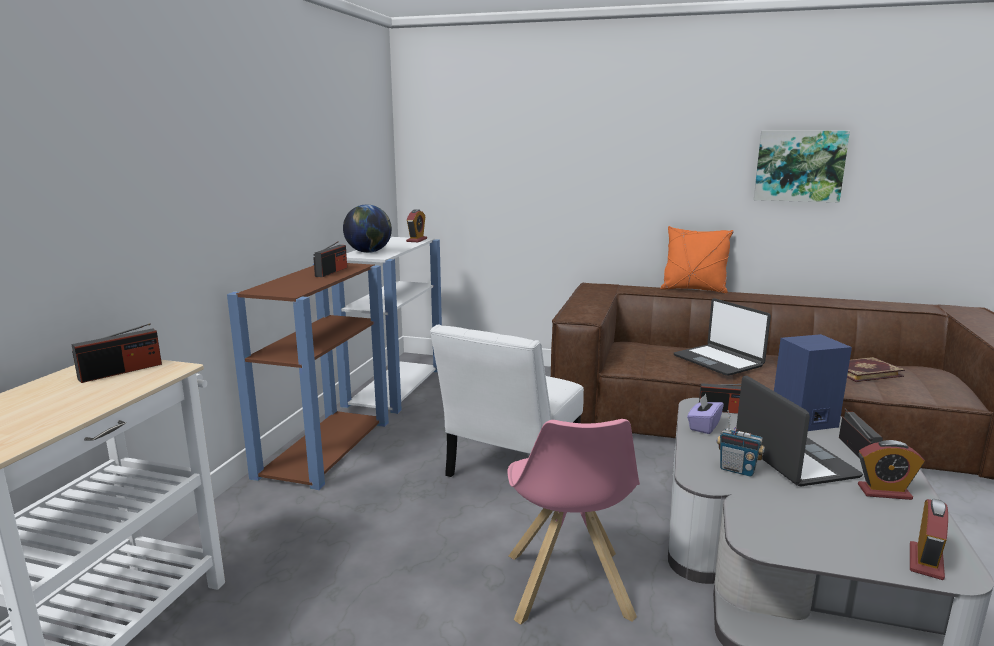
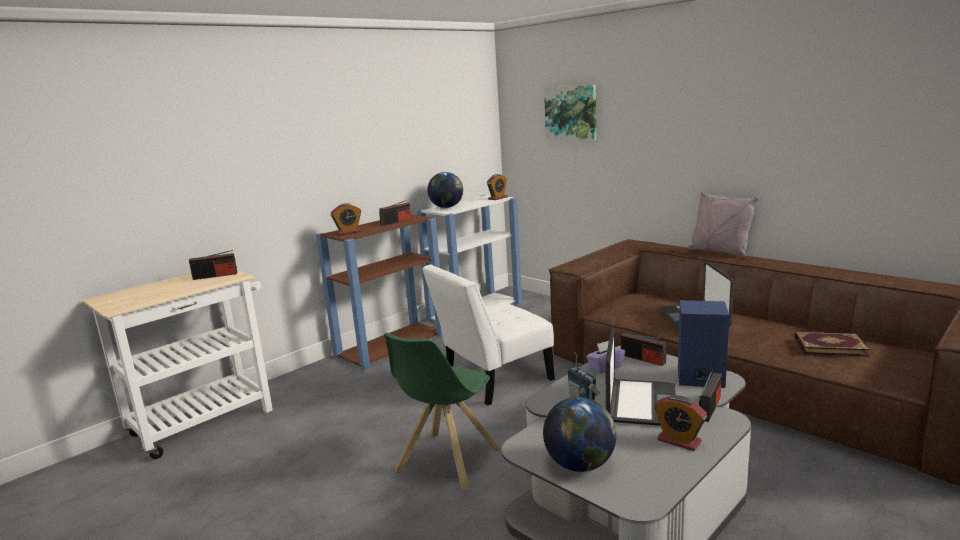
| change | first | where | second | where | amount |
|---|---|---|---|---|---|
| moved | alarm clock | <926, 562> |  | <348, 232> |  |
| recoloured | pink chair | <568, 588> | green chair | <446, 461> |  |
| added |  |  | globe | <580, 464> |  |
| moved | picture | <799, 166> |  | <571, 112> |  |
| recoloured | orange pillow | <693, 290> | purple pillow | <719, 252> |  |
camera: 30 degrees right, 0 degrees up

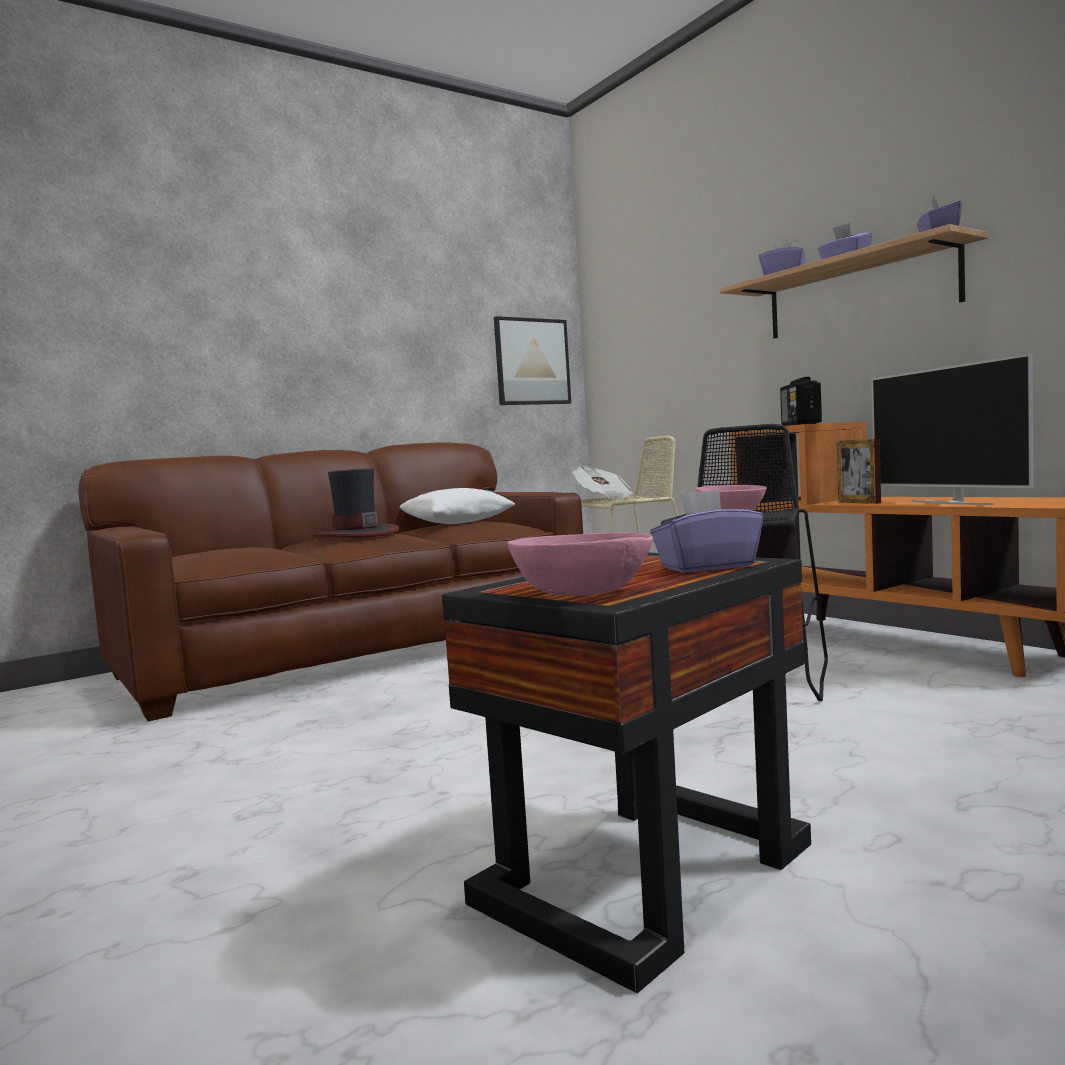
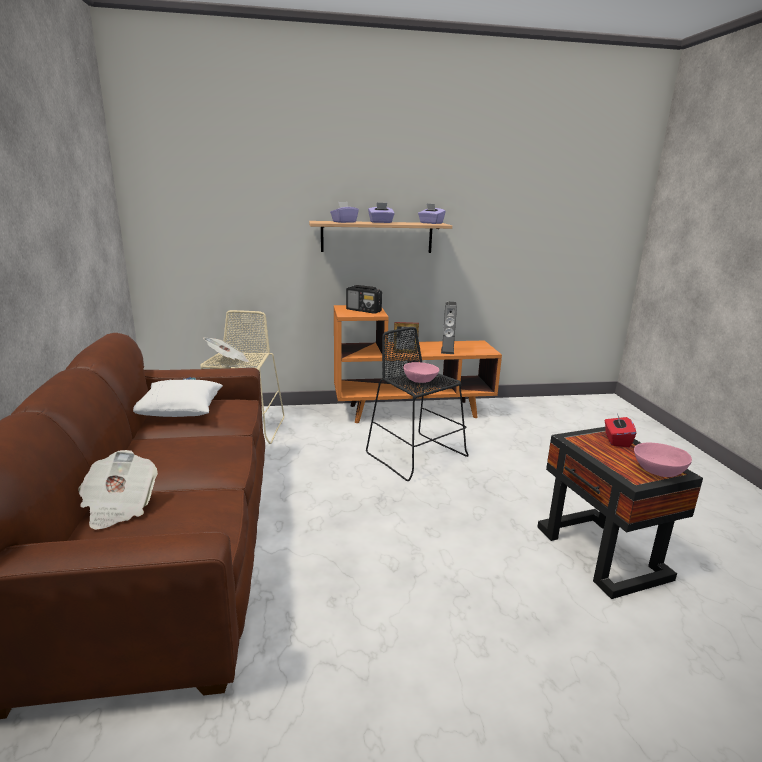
| change | first | where | second | where | amount |
|---|---|---|---|---|---|
| added |  |  | newspaper | <119, 506> |  |
| replaced | television | <951, 503> | speaker | <447, 351> |  |
| recoloured | purple tissue box | <707, 567> | red tissue box | <616, 440> |  |
| removed | hat | <356, 535> |  |  |  |
| removed | picture | <532, 361> |  |  |  |
camera: 65 degrees left, 15 degrees up

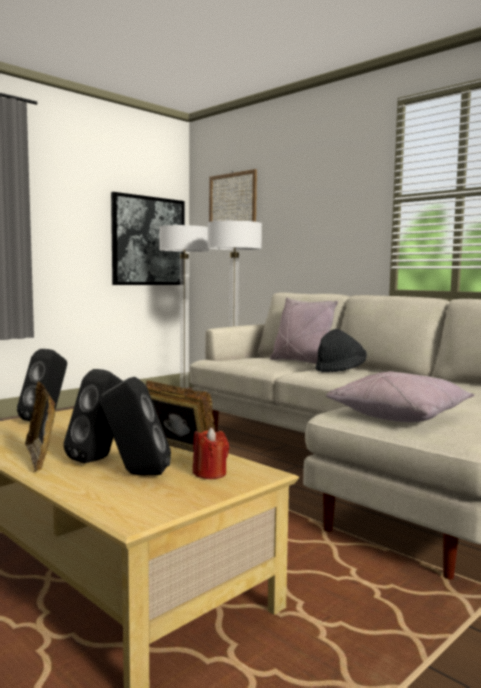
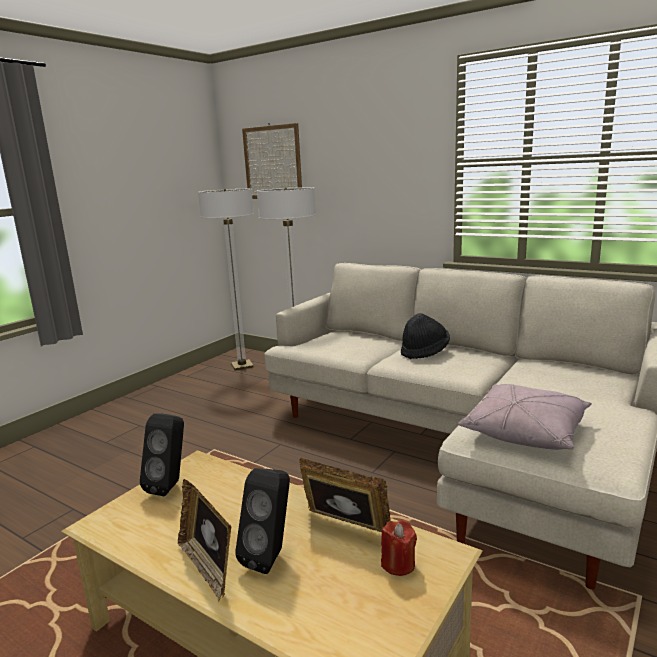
| change | first | where | second | where | amount |
|---|---|---|---|---|---|
| removed | black speaker | <135, 474> |  |  |  |
| removed | picture | <148, 241> |  |  |  |
| removed | purple pillow | <300, 362> |  |  |  |
camera: 10 degrees left, 10 degrees up

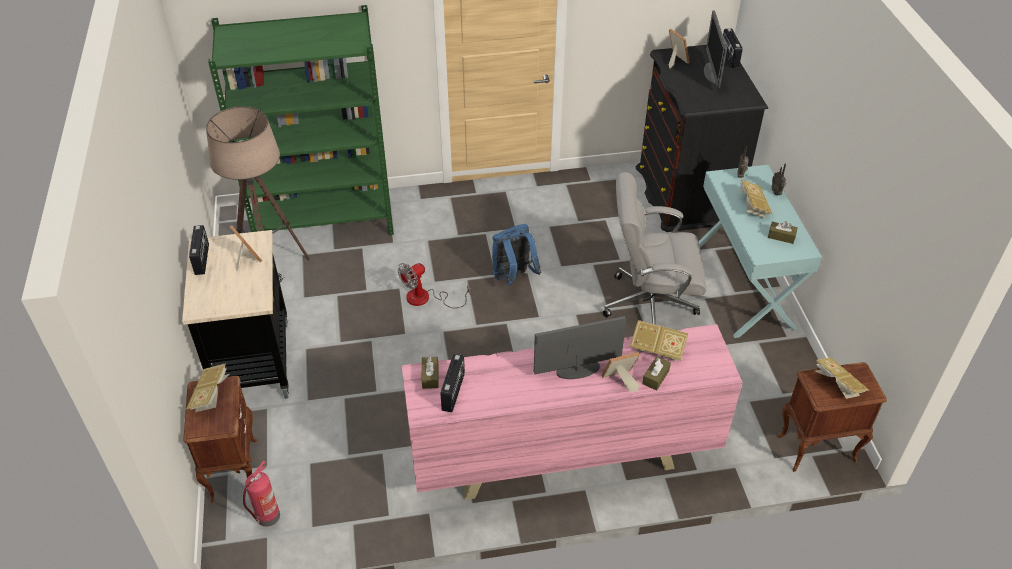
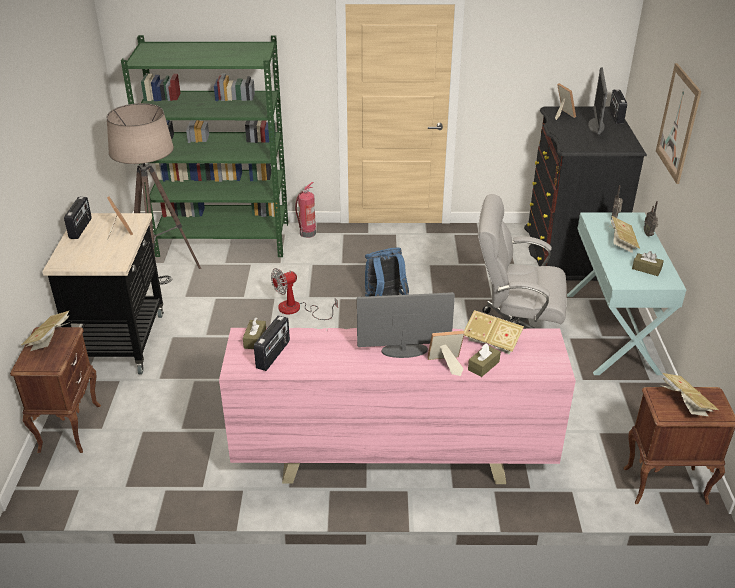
| change | first | where | second | where | amount |
|---|---|---|---|---|---|
| moved | fire extinguisher | <267, 517> |  | <307, 234> |  |
| added |  |  | picture | <678, 123> |  |
camera: 10 degrees right, 10 degrees down

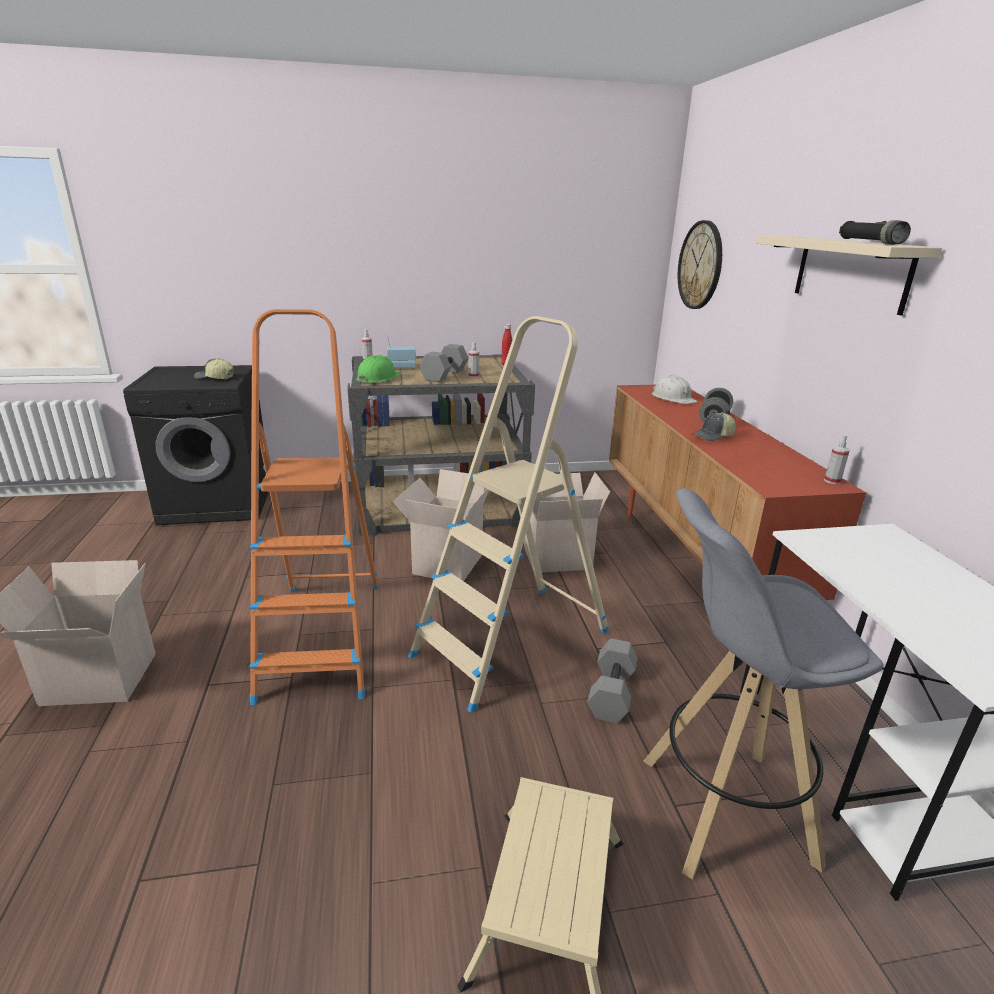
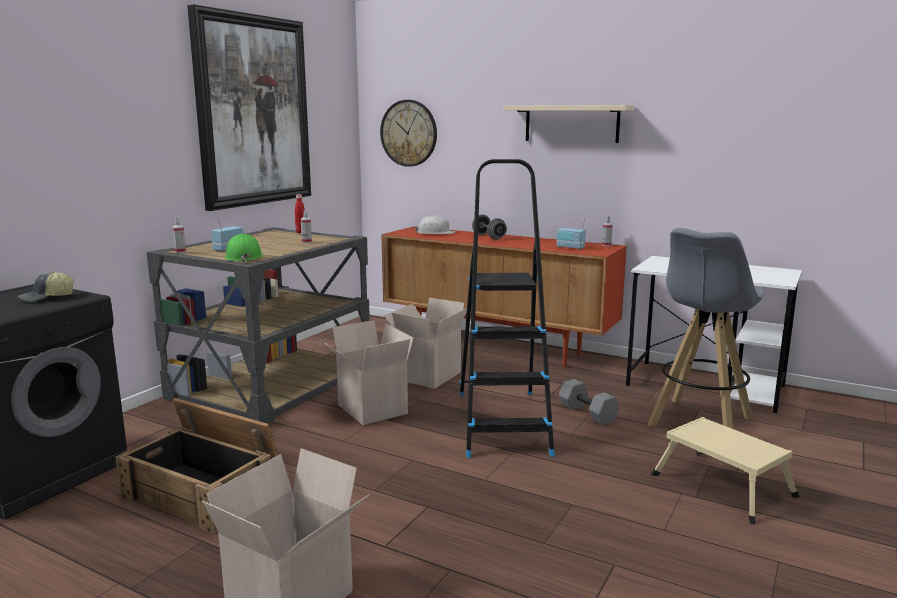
| change | first | where | second | where | amount |
|---|---|---|---|---|---|
| added |  |  | crate | <207, 490> |  |
| added |  |  | picture | <253, 111> |  |
| recoloured | beige step ladder | <511, 643> | black step ladder | <502, 422> |  |
| added |  |  | radio | <570, 247> |  |
| removed | orange step ladder | <323, 637> |  |  |  |
| removed | grey dumbbell | <445, 375> |  |  |  |
| removed | cap | <713, 437> |  |  |  |
| removed | black flashlight | <870, 243> |  |  |  |
camera: 50 degrees left, 10 degrees down

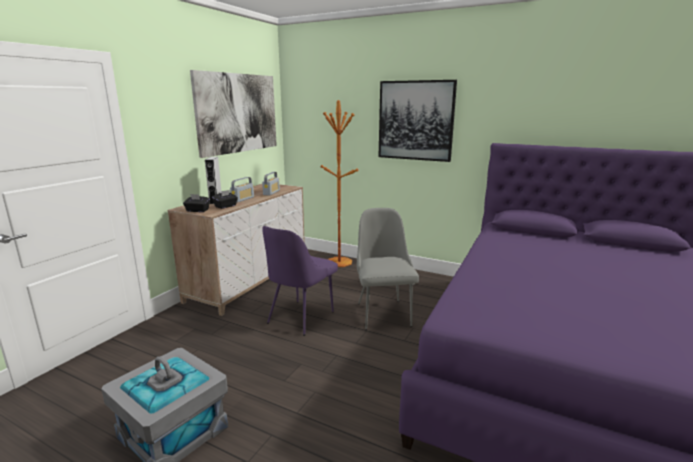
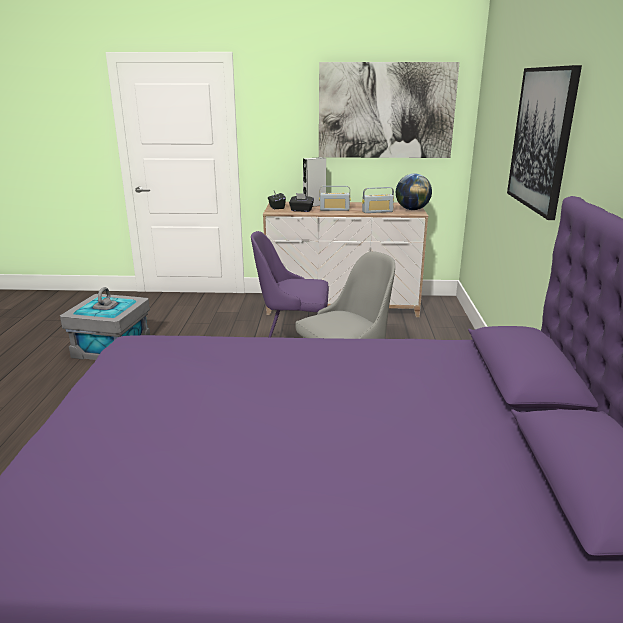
| change | first | where | second | where | amount |
|---|---|---|---|---|---|
| added |  |  | globe | <412, 209> |  |
| removed | orange clothes rack | <339, 262> |  |  |  |
camera: 65 degrees right, 5 degrees up

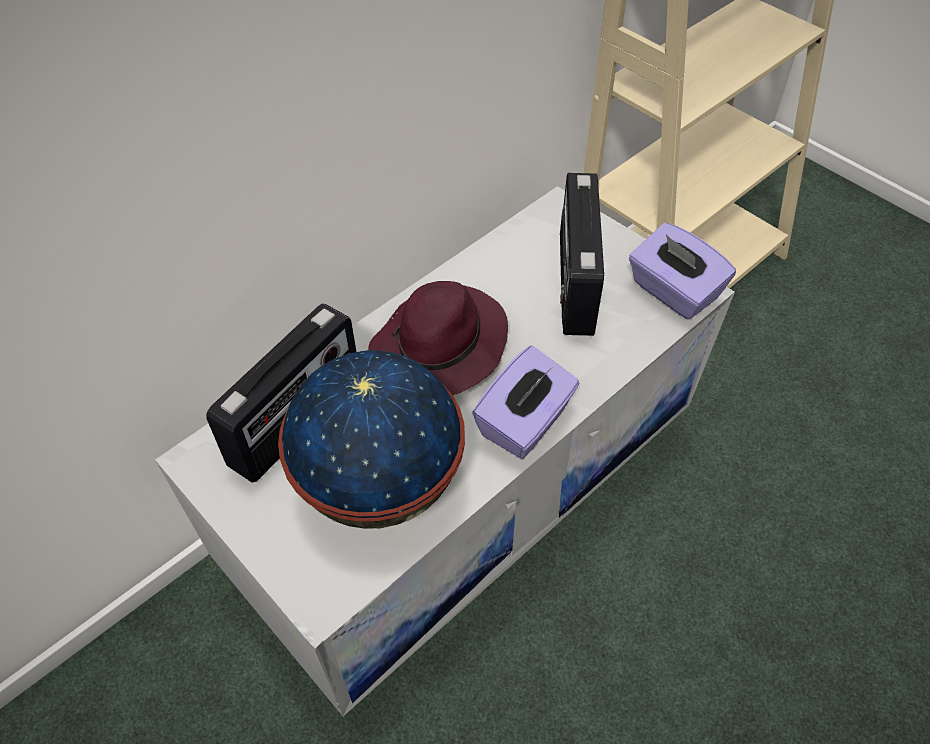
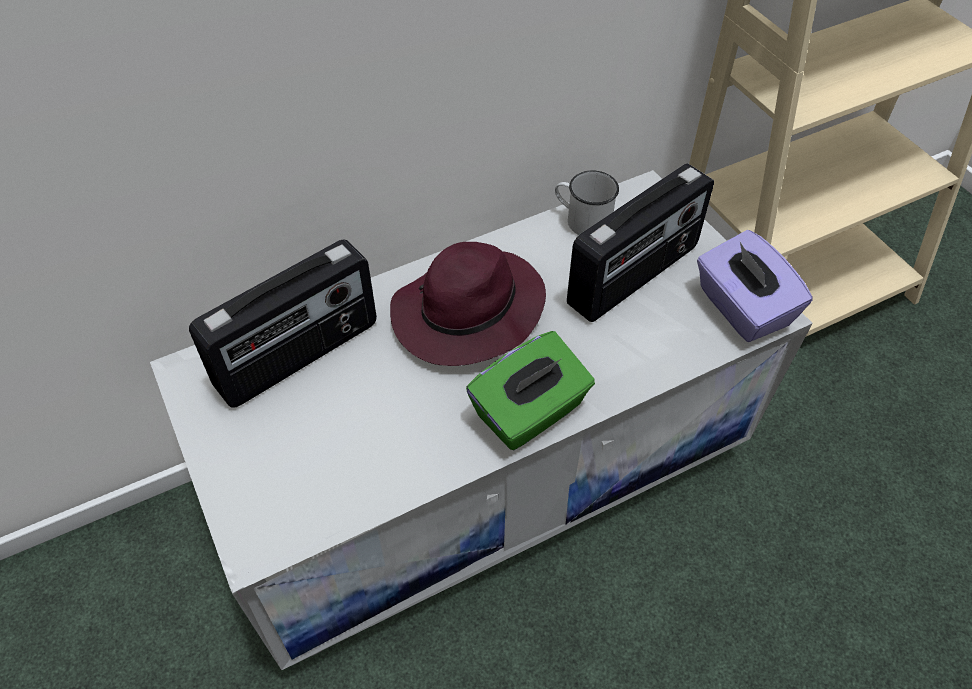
| change | first | where | second | where | amount |
|---|---|---|---|---|---|
| recoloured | purple tissue box | <525, 422> | green tissue box | <530, 412> |  |
| added |  |  | white mug | <582, 220> |  |
| turned | radio | <574, 283> |  | <634, 276> | 150 degrees counterclockwise |
| removed | globe | <379, 483> |  |  |  |
camera: 15 degrees right, 0 degrees up

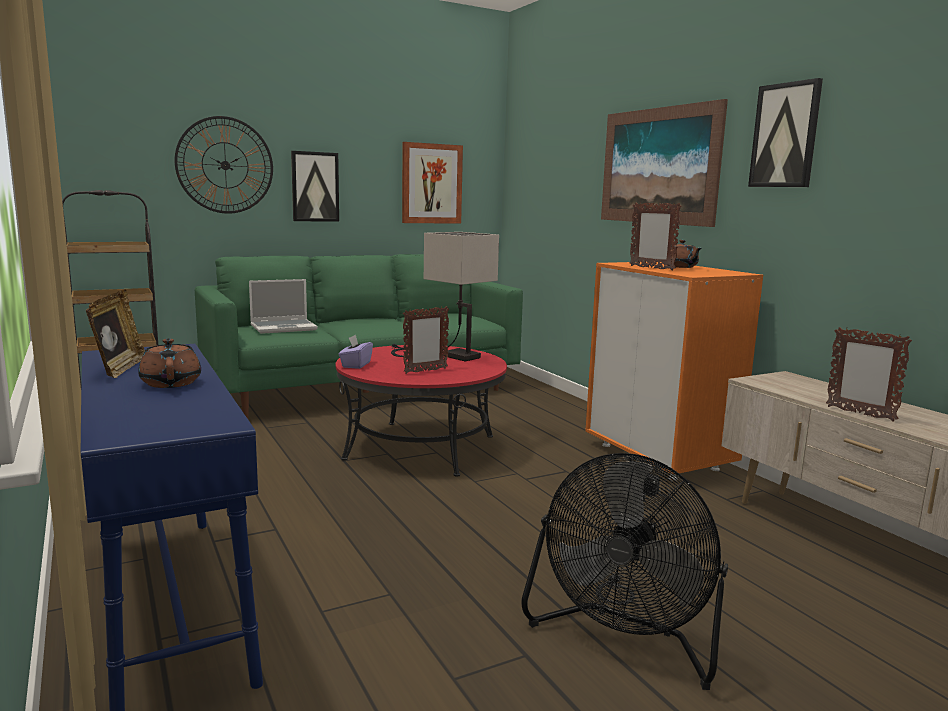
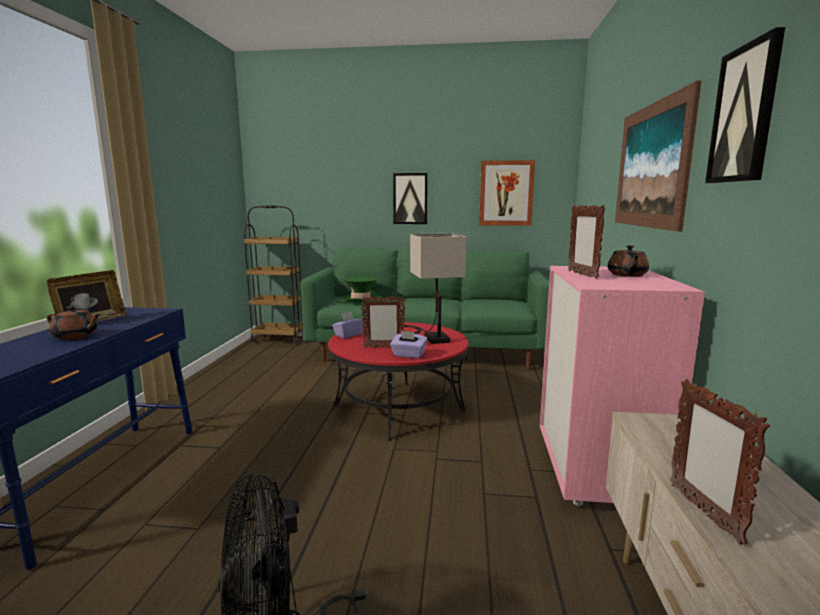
| change | first | where | second | where | amount |
|---|---|---|---|---|---|
| turned | brown teapot | <171, 383> |  | <76, 336> | 90 degrees clockwise |
| replaced | laptop | <284, 328> | green hat | <360, 300> |  |
| added |  |  | purple tissue box | <408, 355> |  |
| recoloured | orange cabinet | <659, 457> | pink cabinet | <596, 473> |  |
| removed | wall clock | <225, 165> |  |  |  |
camera: 35 degrees right, 0 degrees up

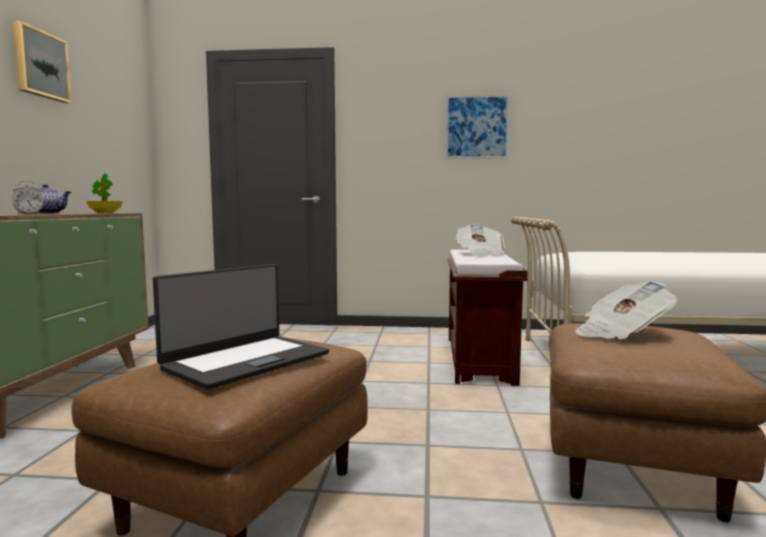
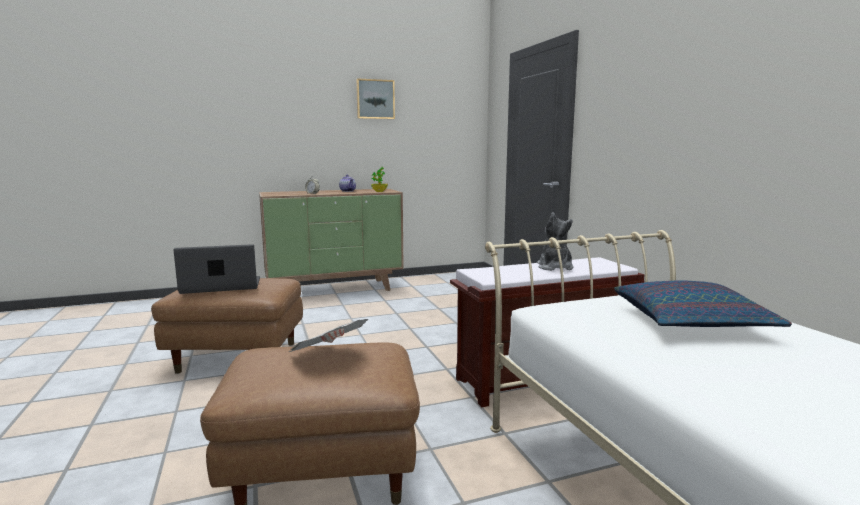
| change | first | where | second | where | amount |
|---|---|---|---|---|---|
| turned | laptop | <245, 361> |  | <221, 286> | 150 degrees clockwise |
| replaced | newspaper | <480, 254> | plush toy | <555, 267> |  |
| added |  |  | blue pillow | <690, 323> |  |
| removed | picture | <477, 127> |  |  |  |
camera: 65 degrees right, 5 degrees up

